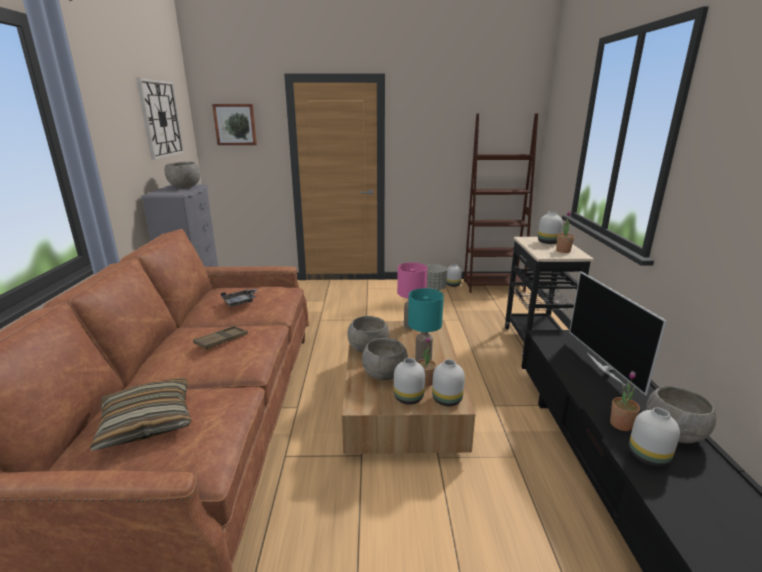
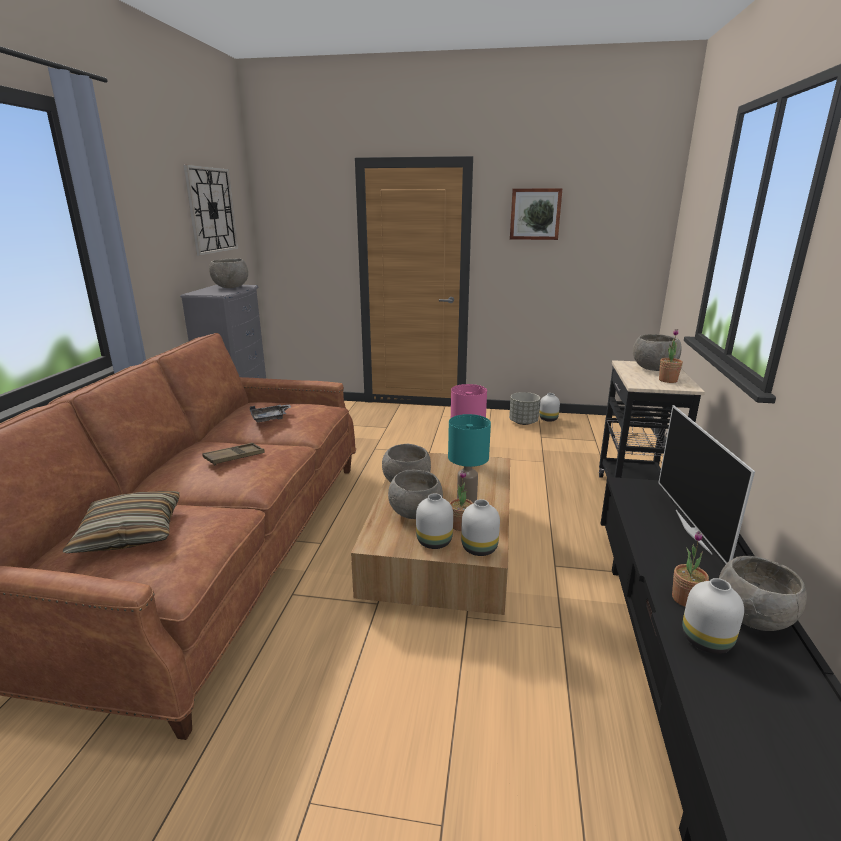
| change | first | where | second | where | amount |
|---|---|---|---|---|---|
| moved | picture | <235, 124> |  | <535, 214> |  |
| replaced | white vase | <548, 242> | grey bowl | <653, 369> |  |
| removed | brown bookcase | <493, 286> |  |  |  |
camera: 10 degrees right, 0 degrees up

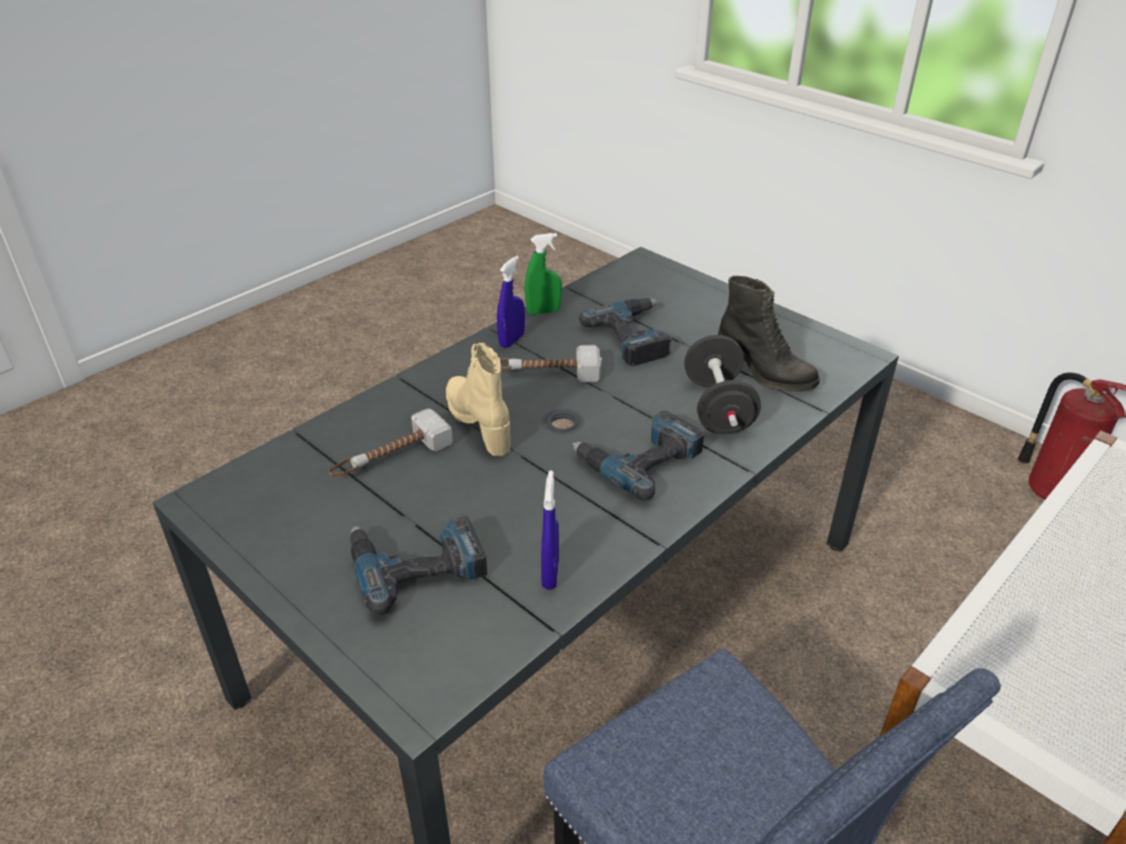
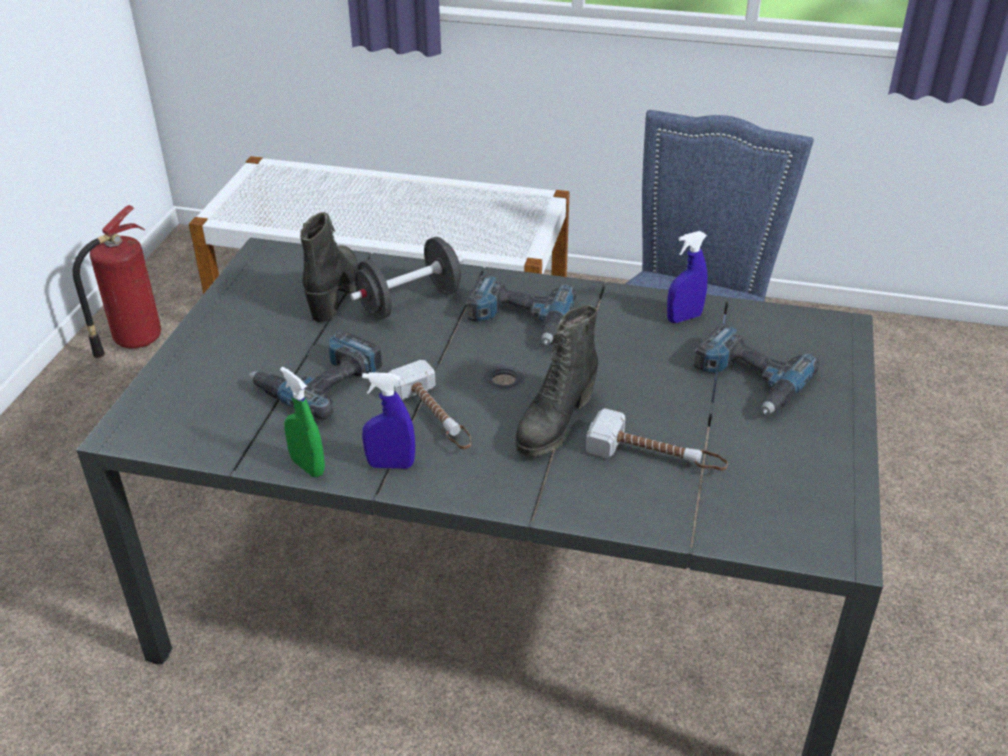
| change | first | where | second | where | amount |
|---|---|---|---|---|---|
| recoloured | beige boot | <480, 423> | black boot | <554, 423> |  |
camera: 120 degrees left, 0 degrees up

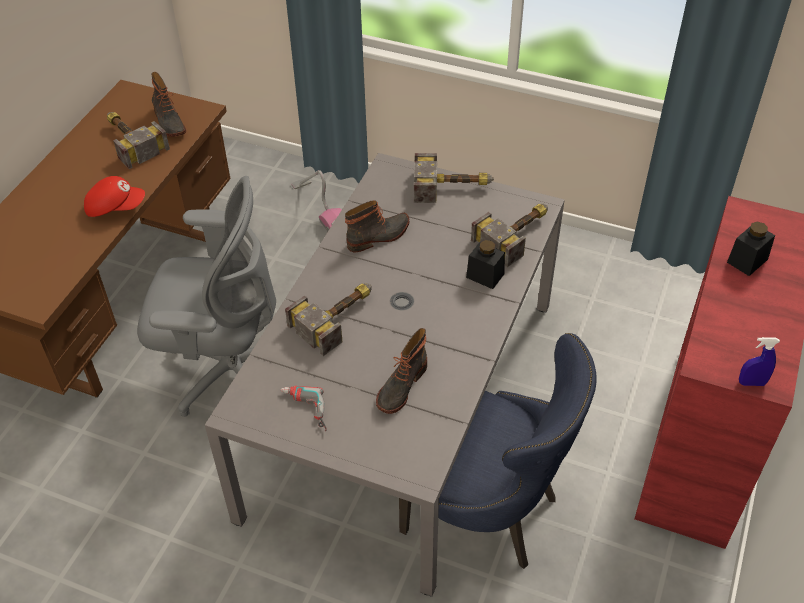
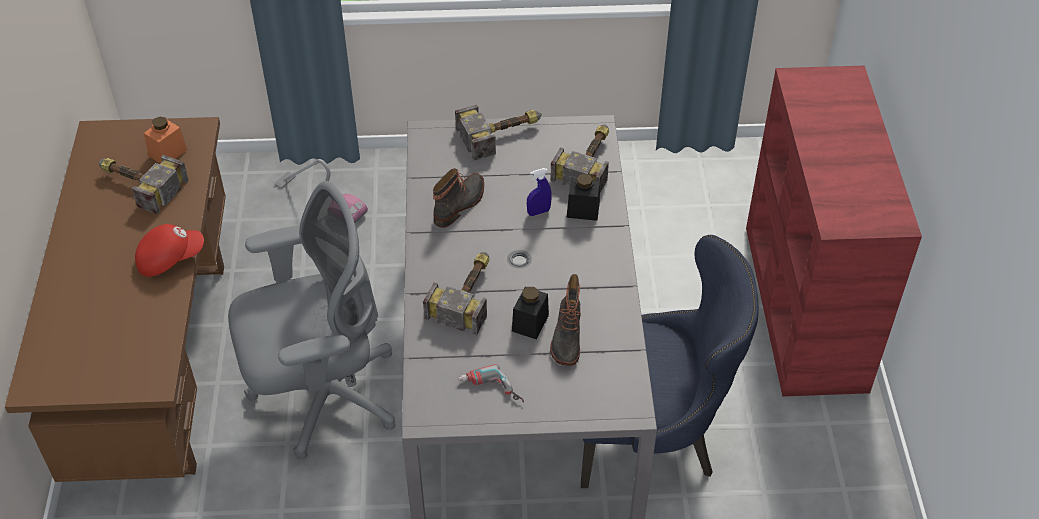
| change | first | where | second | where | amount |
|---|---|---|---|---|---|
| replaced | boot | <168, 123> | orange jar | <168, 153> |  |
| moved | black jar | <747, 261> |  | <530, 323> |  |
| moved | blue spray bottle | <752, 383> |  | <538, 212> |  |
camera: 25 degrees left, 0 degrees up

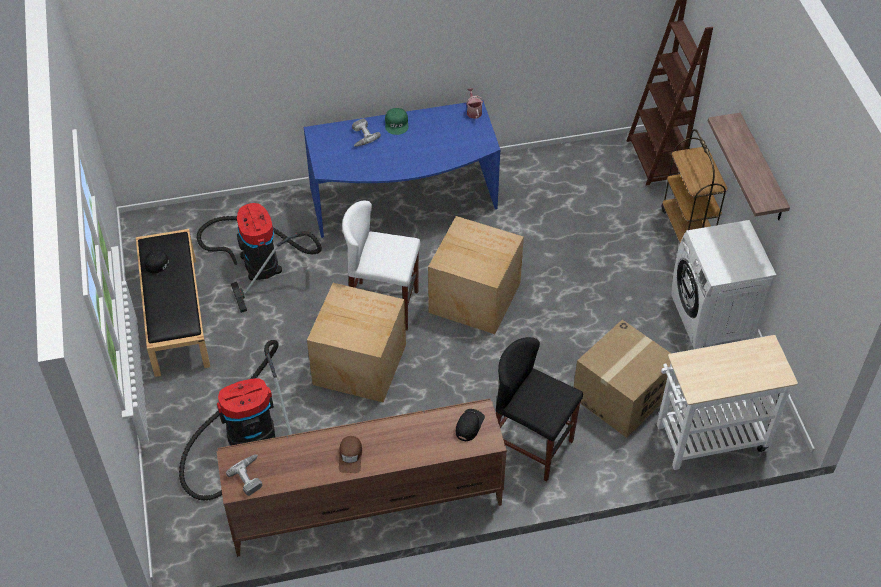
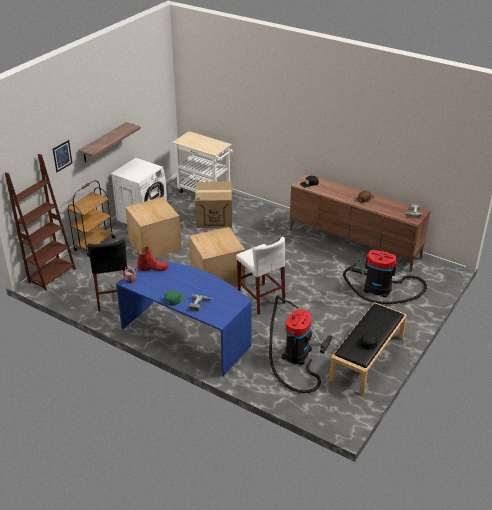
| change | first | where | second | where | amount |
|---|---|---|---|---|---|
| added |  |  | picture | <62, 156> |  |
| moved | black stool | <531, 446> |  | <113, 297> |  |
| moved | cardboard box | <359, 363> |  | <154, 245> |  |
| added |  |  | red boot | <153, 268> |  |
camera: 135 degrees left, 15 degrees down

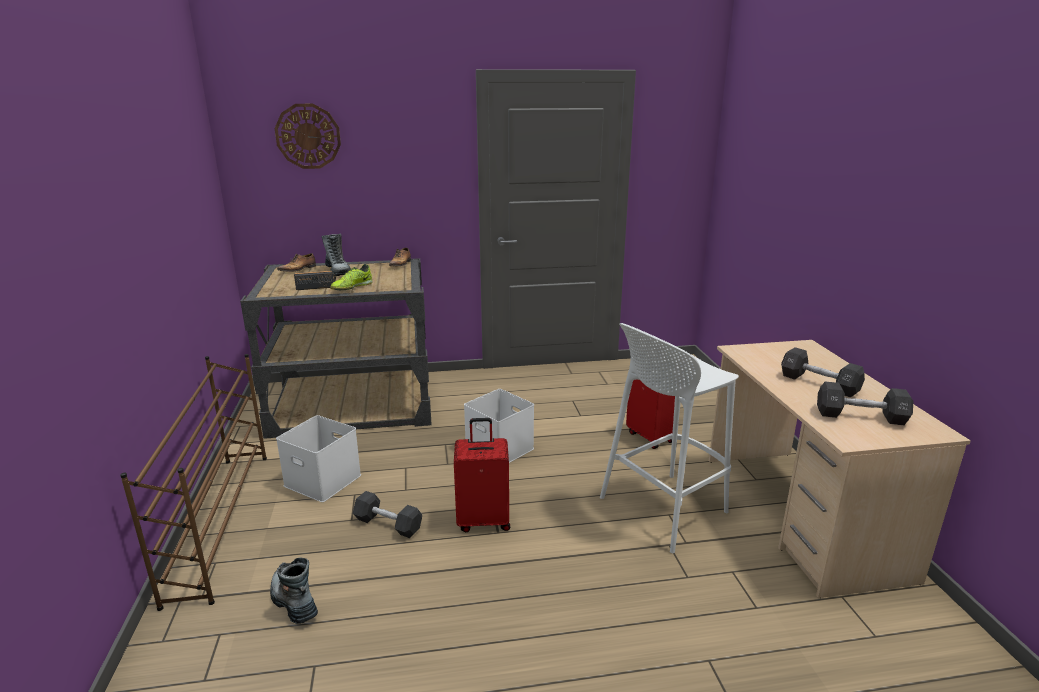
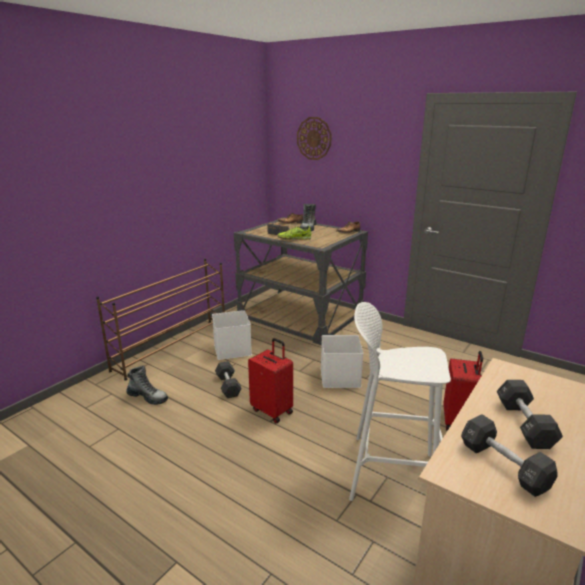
| change | first | where | second | where | amount |
|---|---|---|---|---|---|
| turned | boot | <293, 602> |  | <148, 397> | 105 degrees clockwise |
camera: 45 degrees right, 0 degrees up

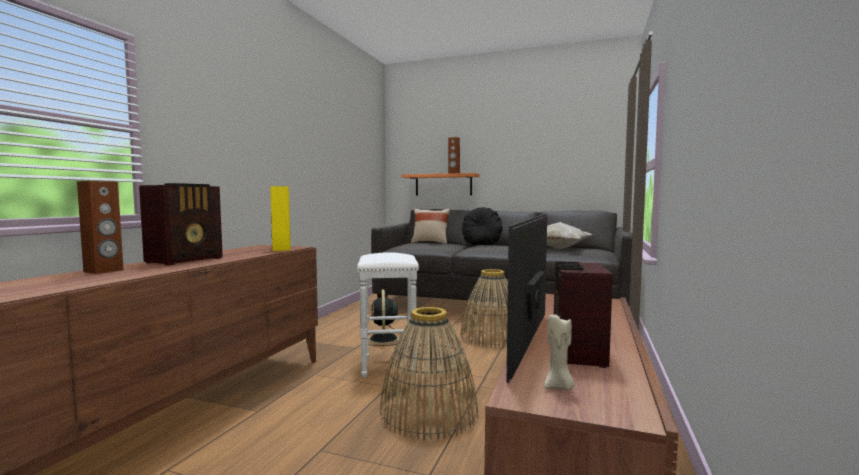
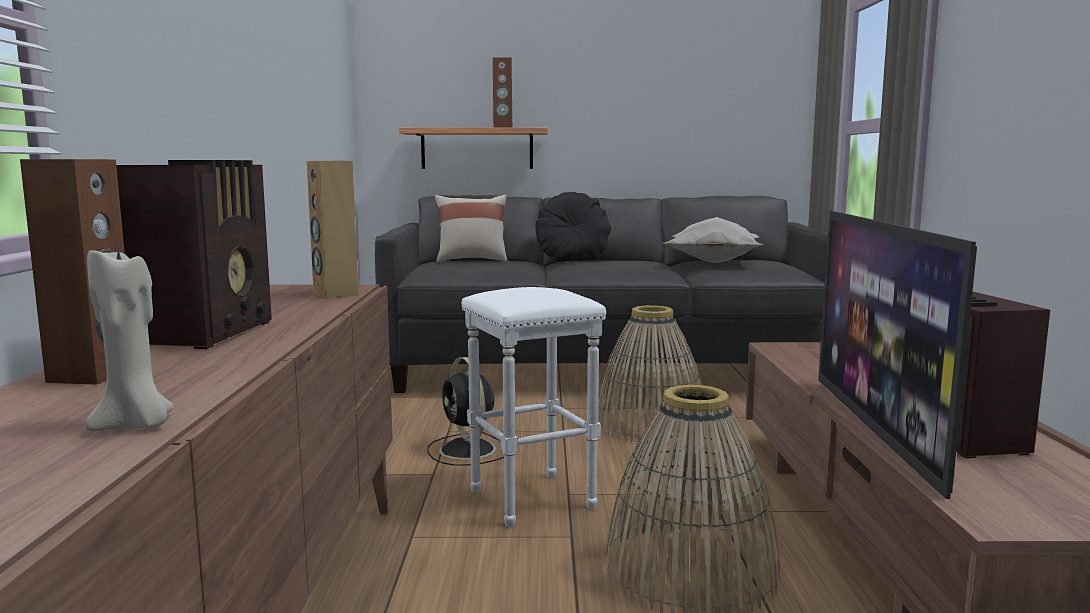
| change | first | where | second | where | amount |
|---|---|---|---|---|---|
| moved | beige candle | <558, 387> |  | <136, 426> |  |
| recoloured | yellow speaker | <281, 249> | brown speaker | <335, 294> |  |
camera: 20 degrees left, 5 degrees up

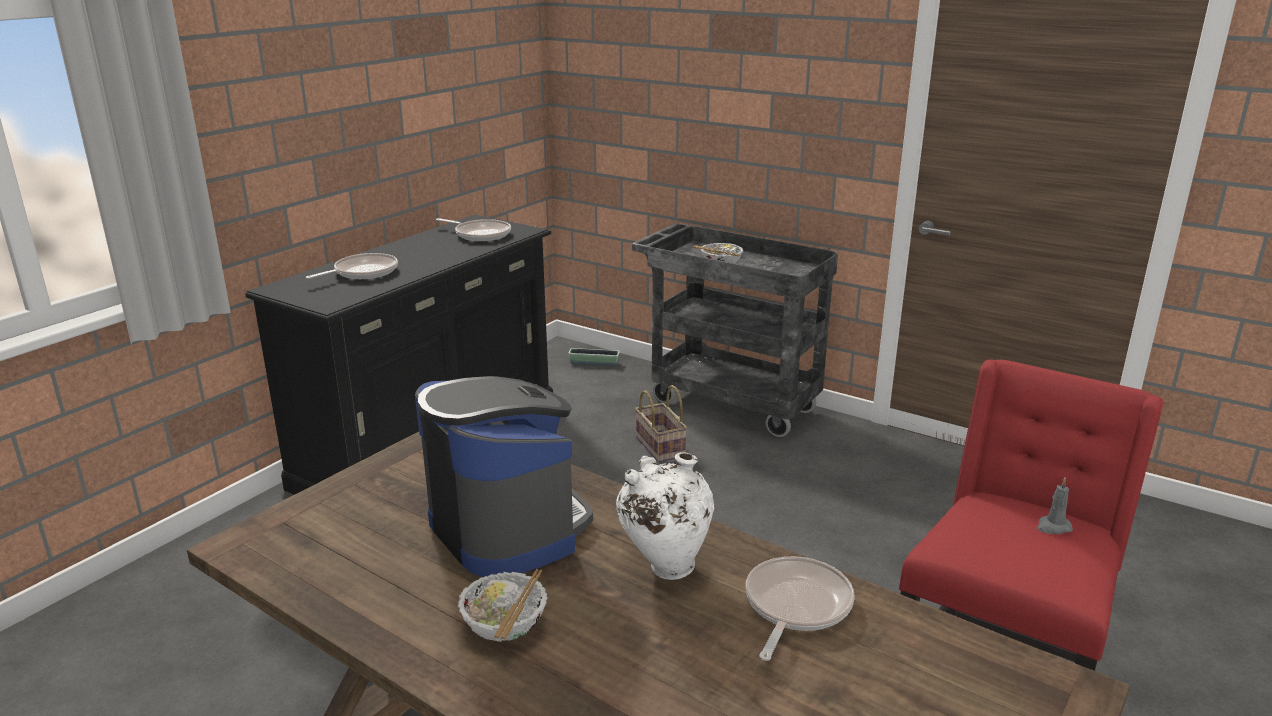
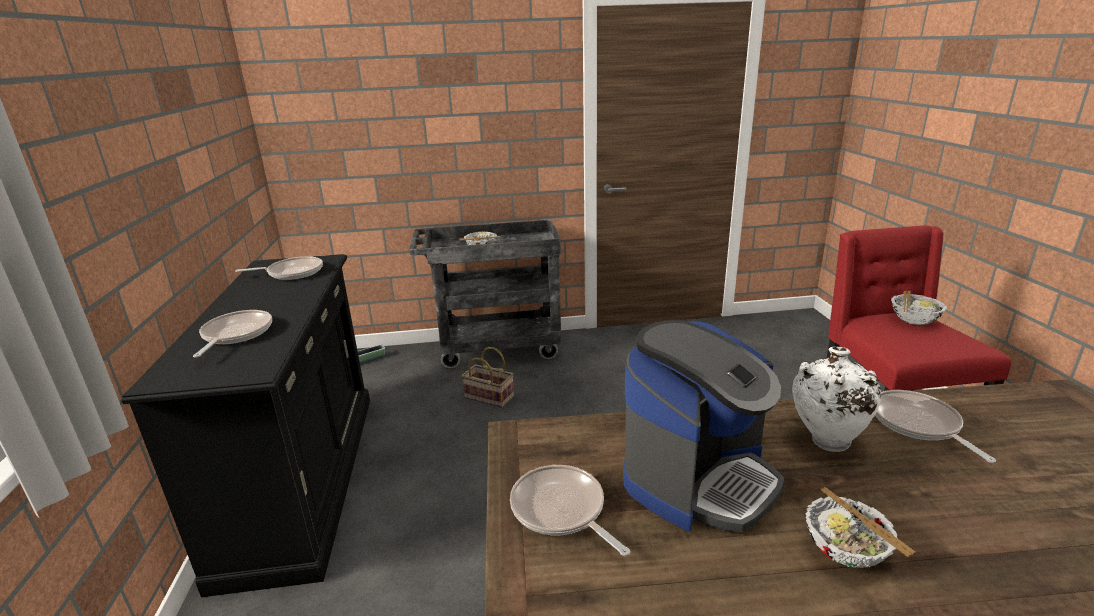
| change | first | where | second | where | amount |
|---|---|---|---|---|---|
| added |  |  | frying pan | <561, 510> |  |
| turned | coffee machine | <508, 528> |  | <698, 478> | 120 degrees clockwise |
| replaced | grey candle | <1053, 527> | bowl | <913, 320> |  |
camera: 40 degrees left, 0 degrees up

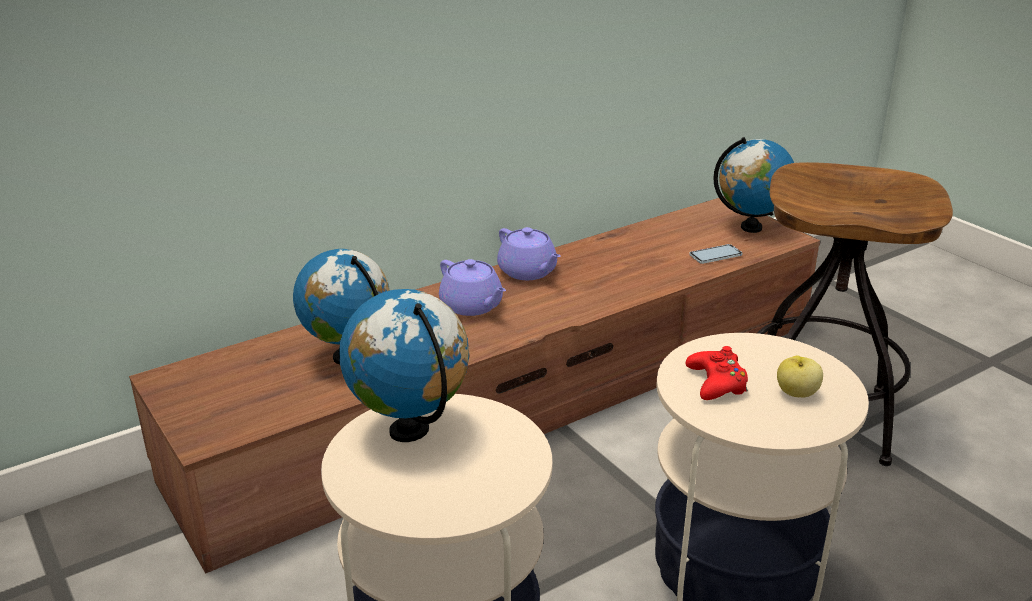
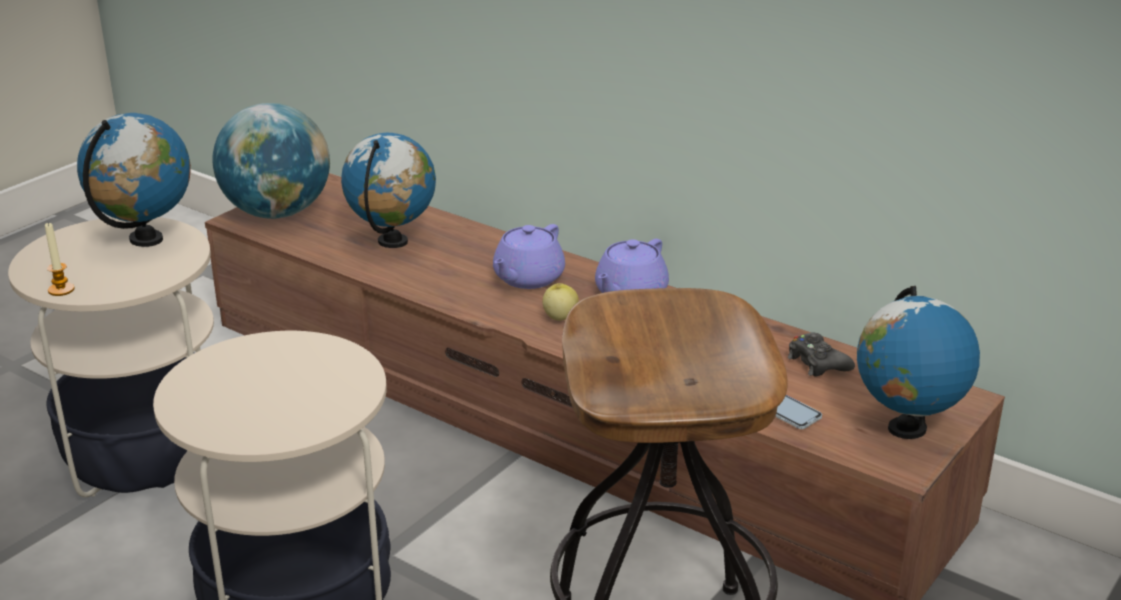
| change | first | where | second | where | amount |
|---|---|---|---|---|---|
| added |  |  | candle | <61, 290> |  |
| added |  |  | globe | <277, 213> |  |
| moved | apple | <796, 393> |  | <559, 317> |  |
| added |  |  | black game controller | <817, 363> |  |
| removed | red game controller | <716, 383> |  |  |  |
camera: 70 degrees right, 0 degrees up

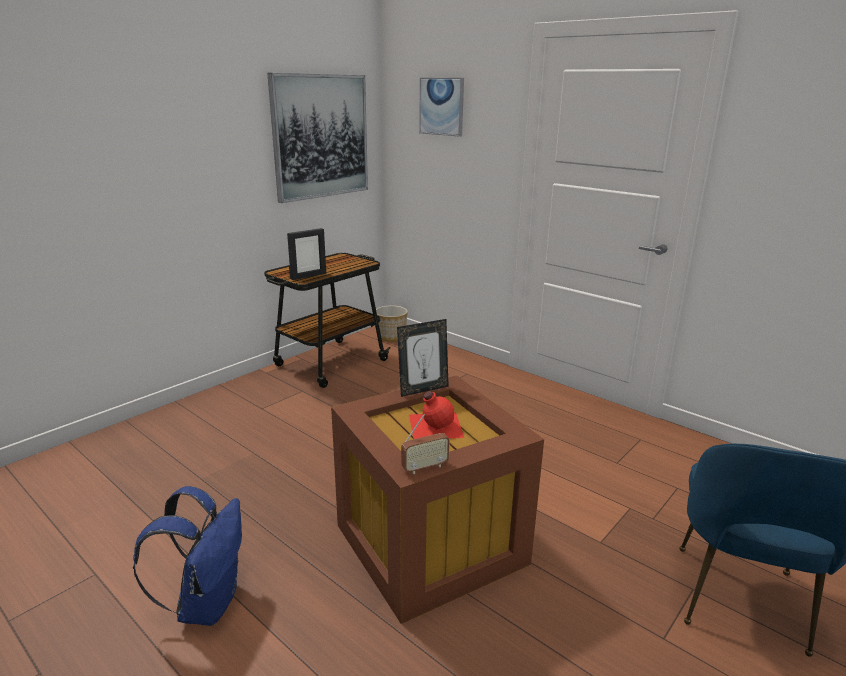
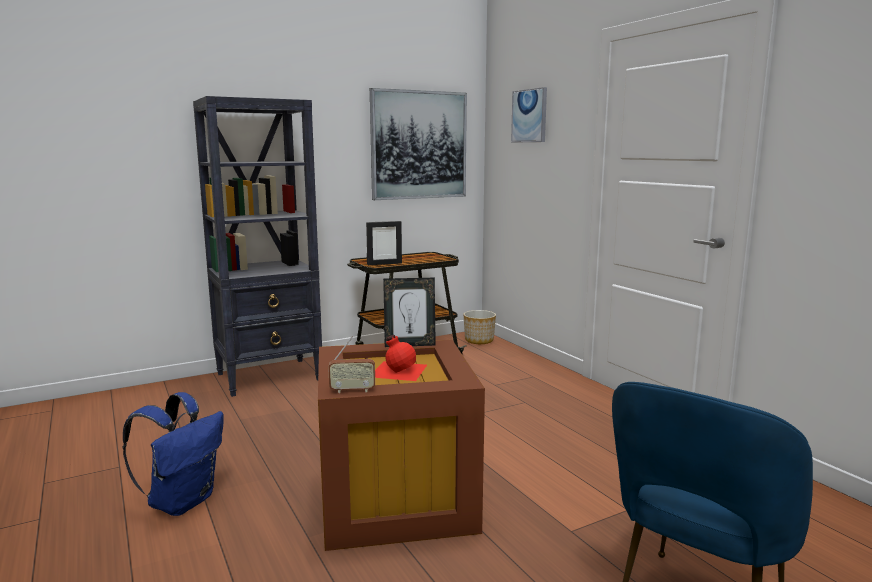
| change | first | where | second | where | amount |
|---|---|---|---|---|---|
| added |  |  | black bookcase | <270, 377> |  |
camera: 20 degrees right, 10 degrees down

